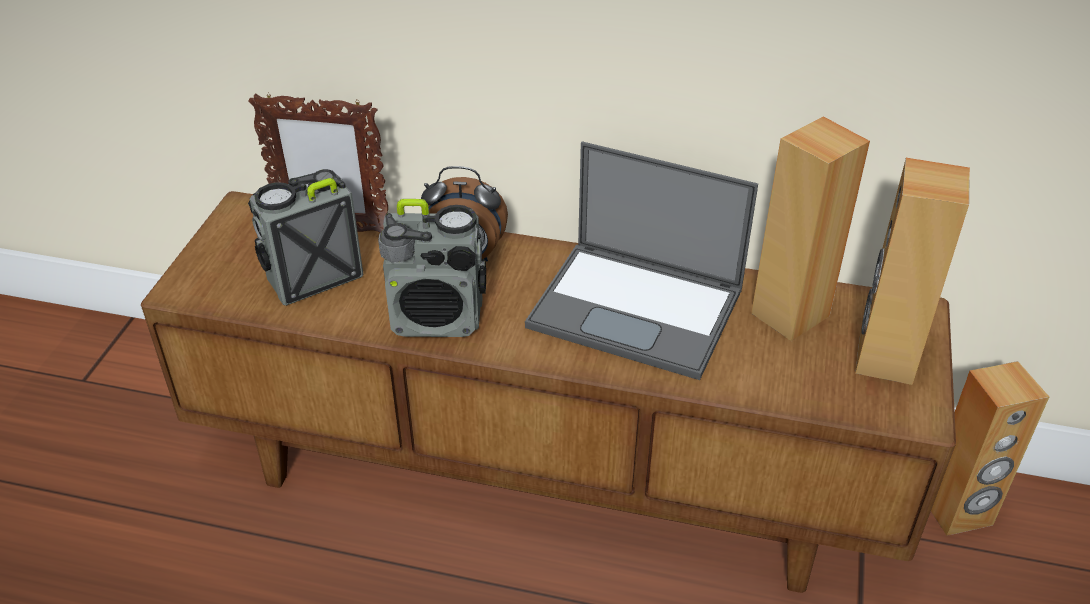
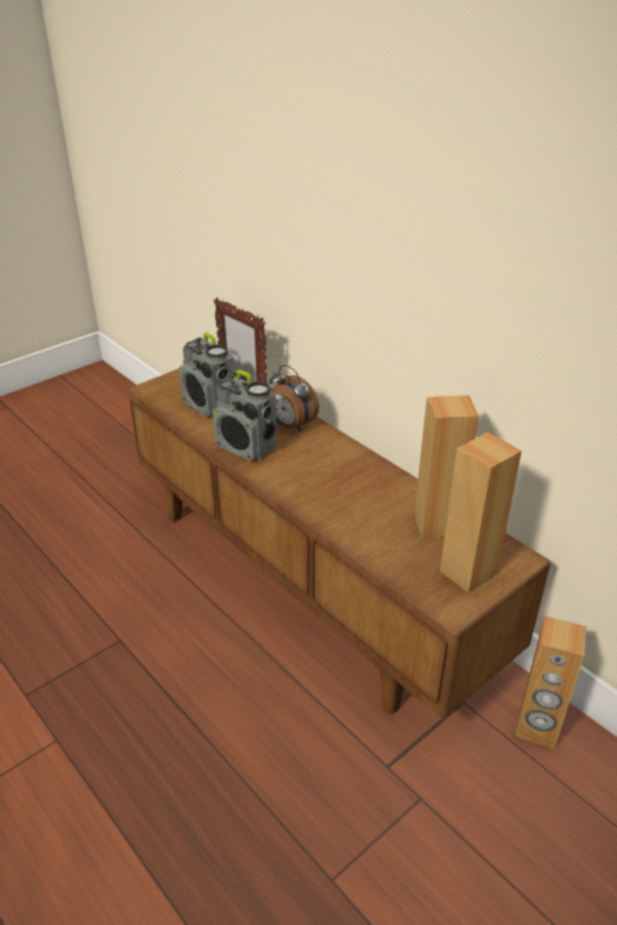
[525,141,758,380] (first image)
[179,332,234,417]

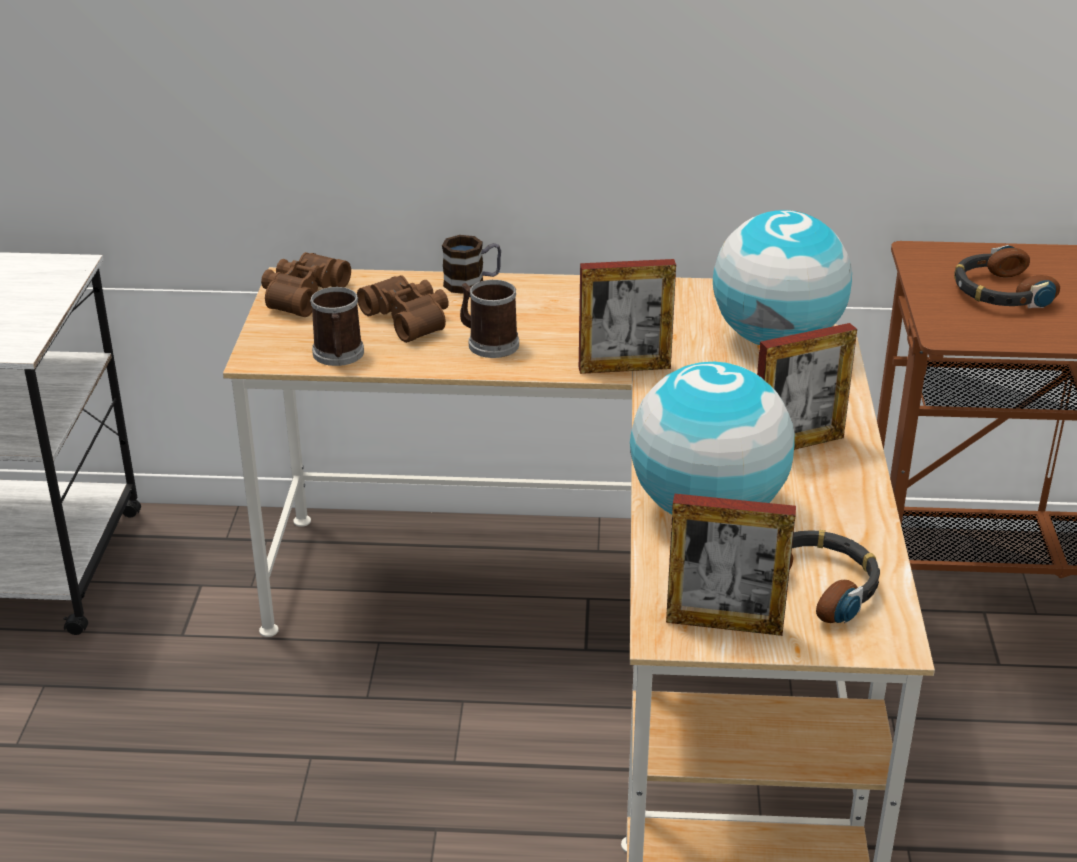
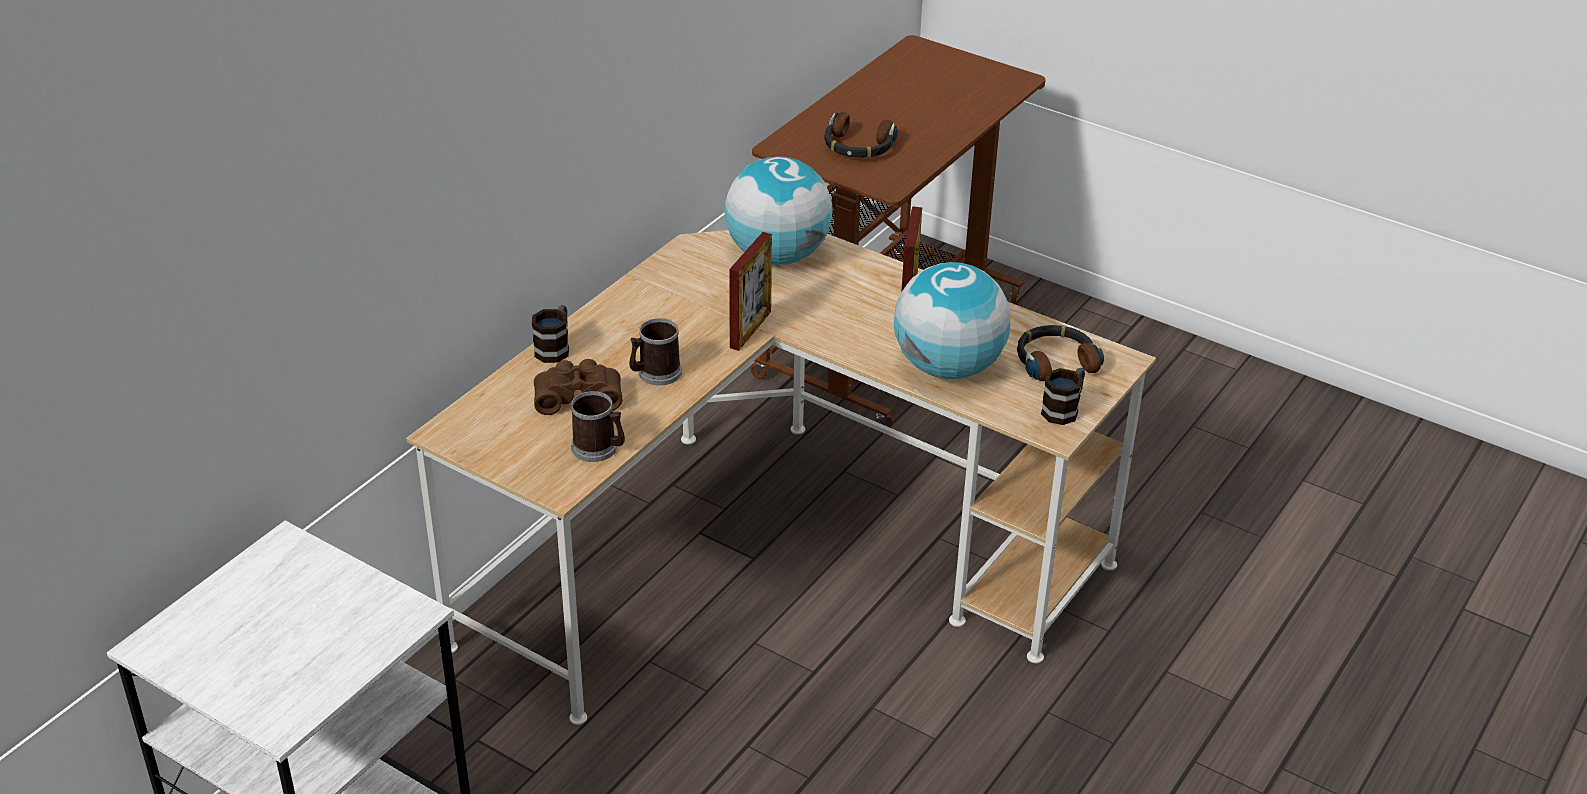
[261,252,351,317] (first image)
[1041,368,1085,425]

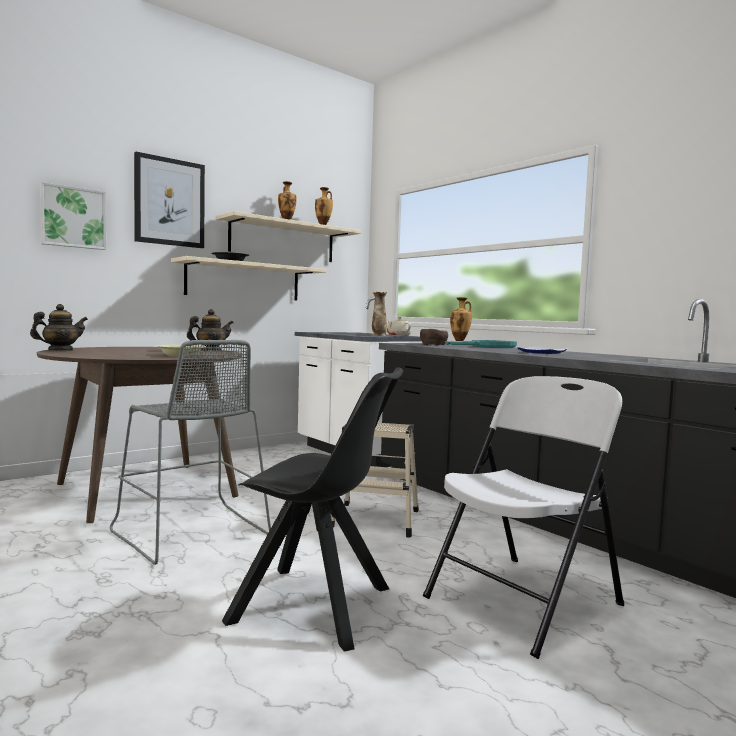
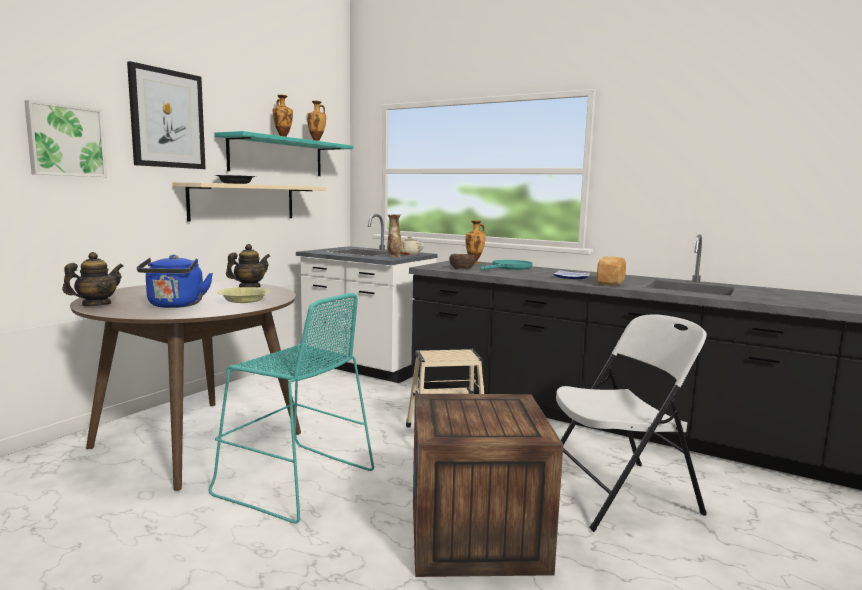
[137,255,213,308]
[597,256,626,285]
[413,394,563,577]
[209,293,374,524]
[214,131,353,176]
[556,314,707,532]

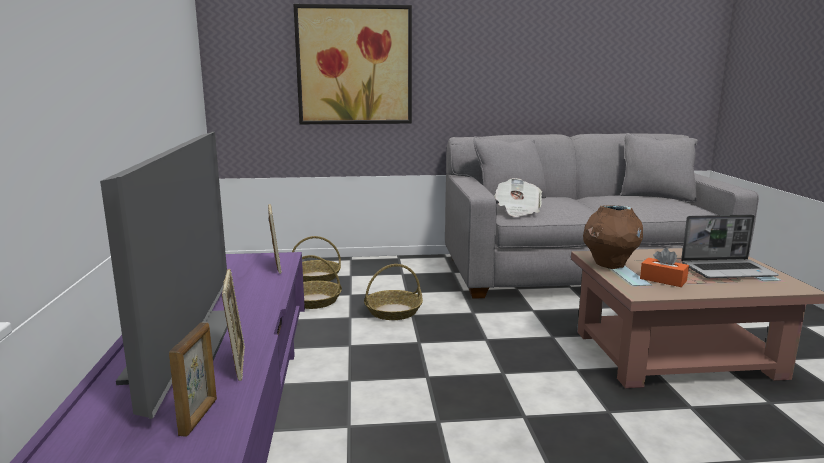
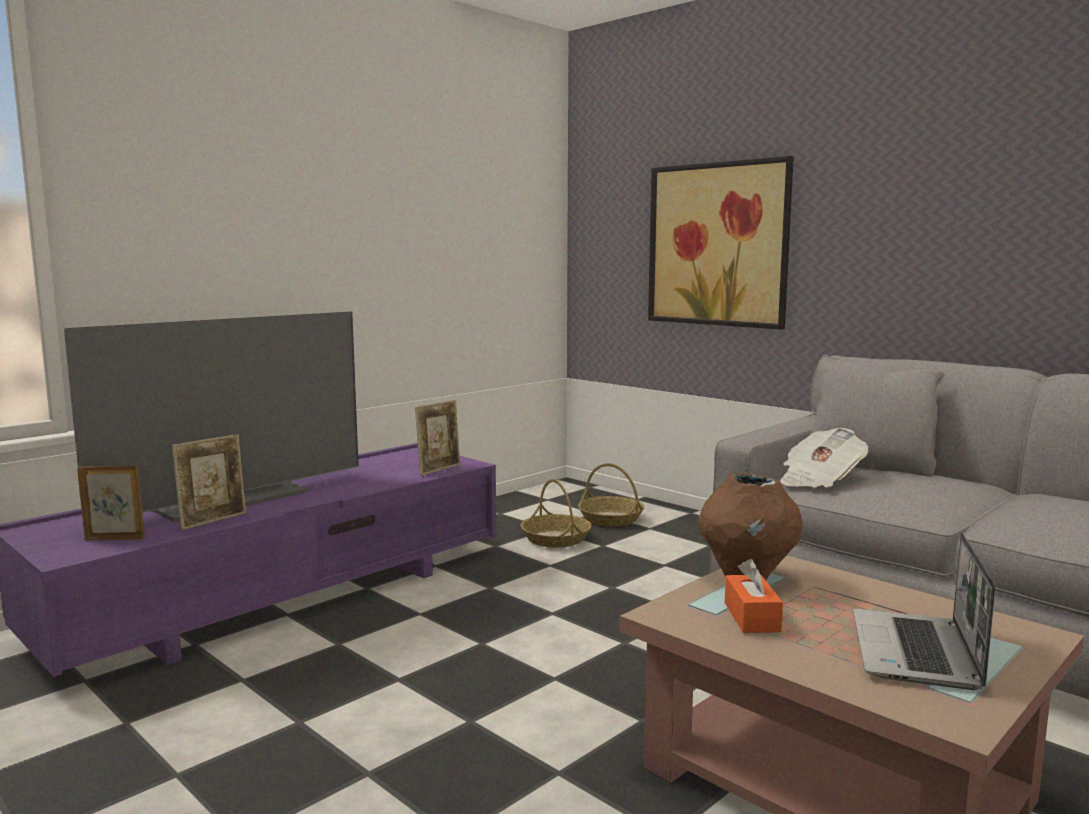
[364,264,423,320] (first image)
[77,466,145,541]
[853,533,995,690]

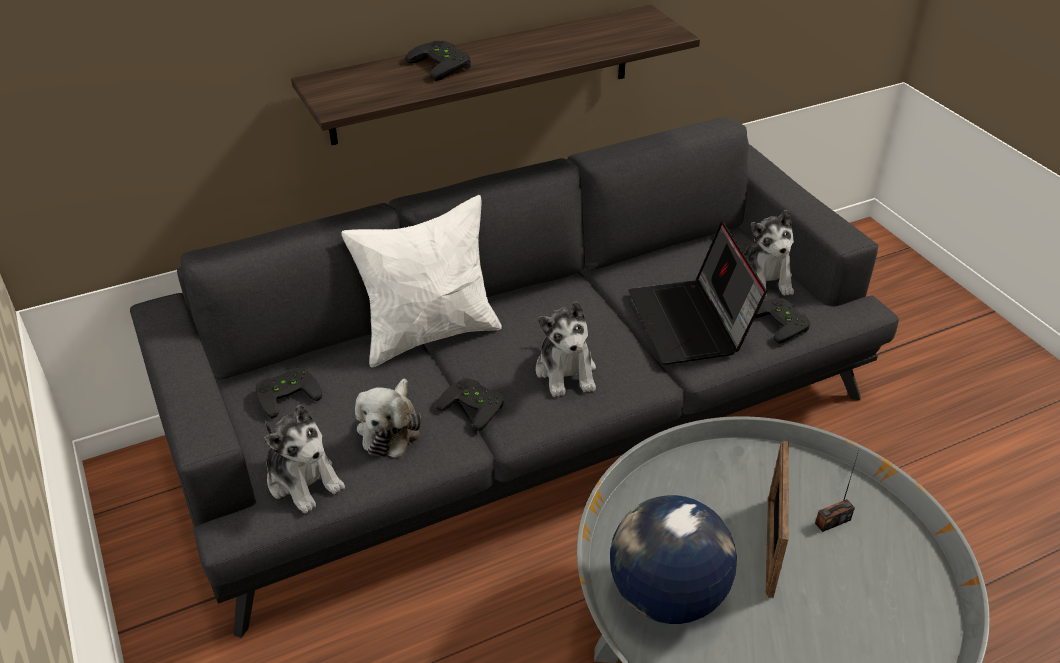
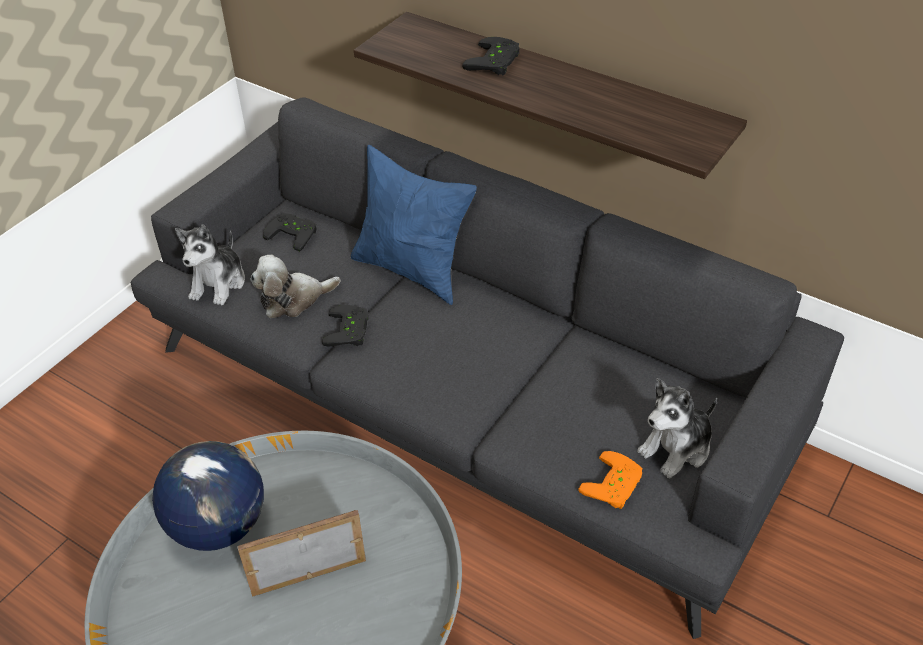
[536,301,596,397] (first image)
[628,221,767,364] (first image)
[815,451,859,532] (first image)
[351,144,477,305]
[578,451,642,509]

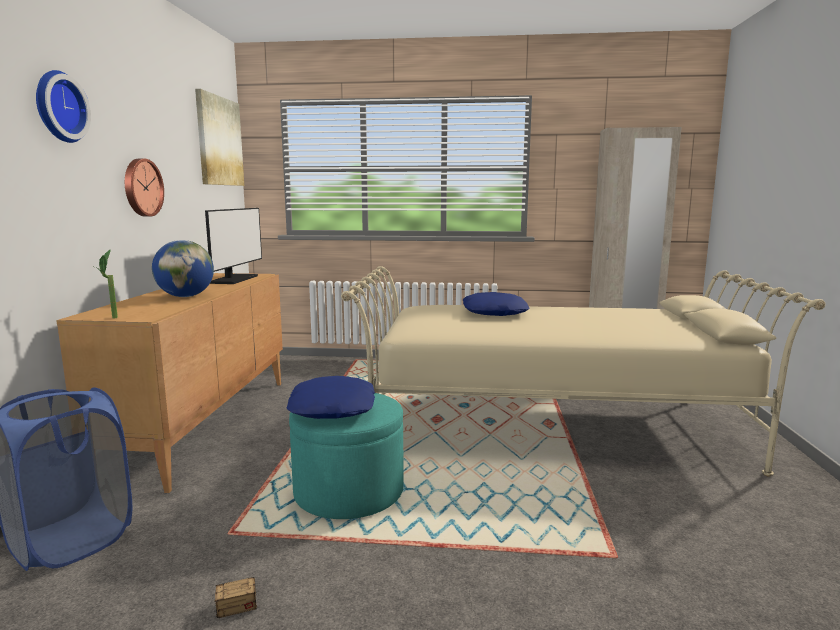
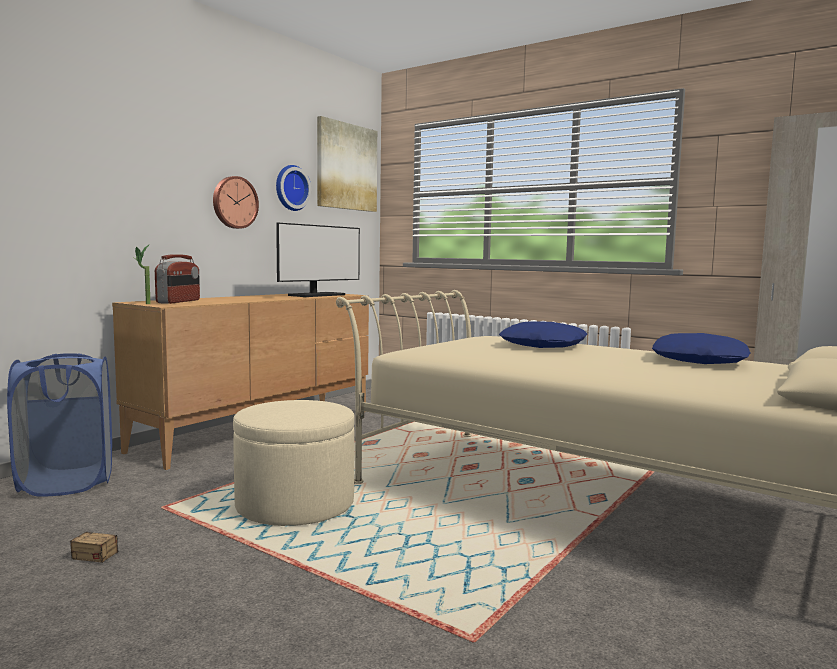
[152,240,214,297] (first image)
[155,254,200,304]
[276,165,311,211]
[652,333,751,364]
[233,400,355,526]

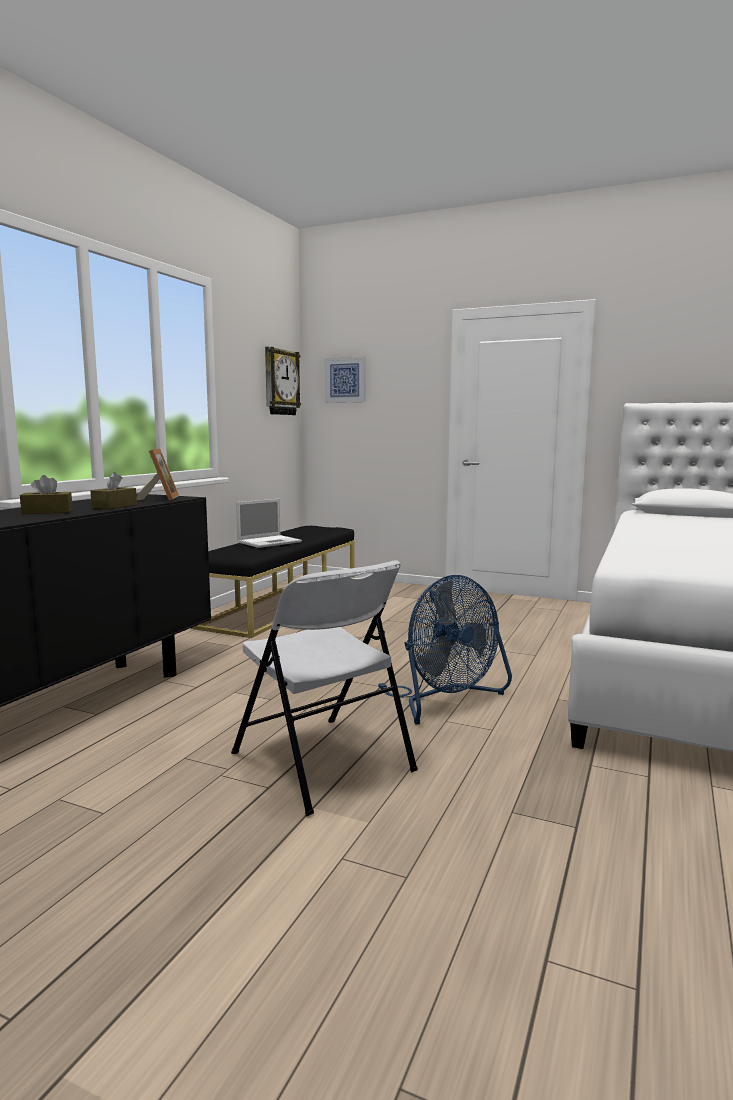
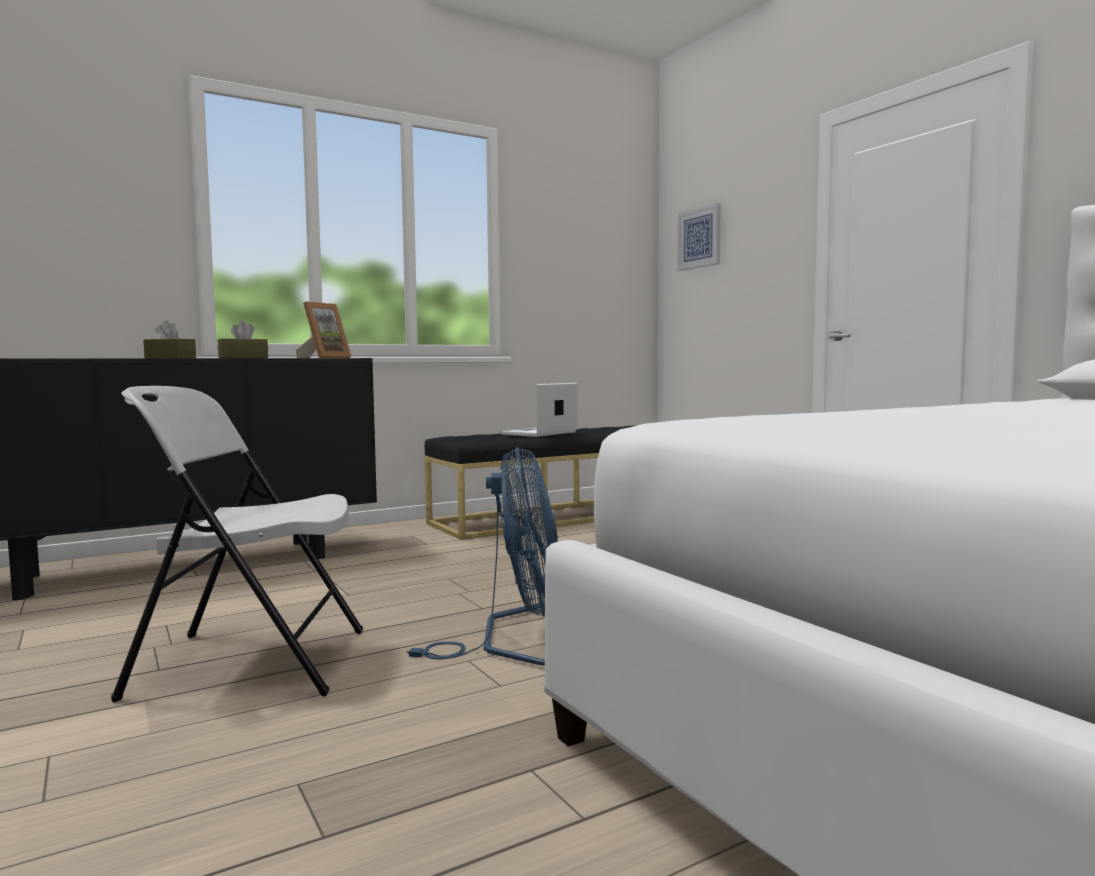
[265,347,301,415] (first image)
[111,386,363,702]
[500,383,578,437]
[406,447,558,666]

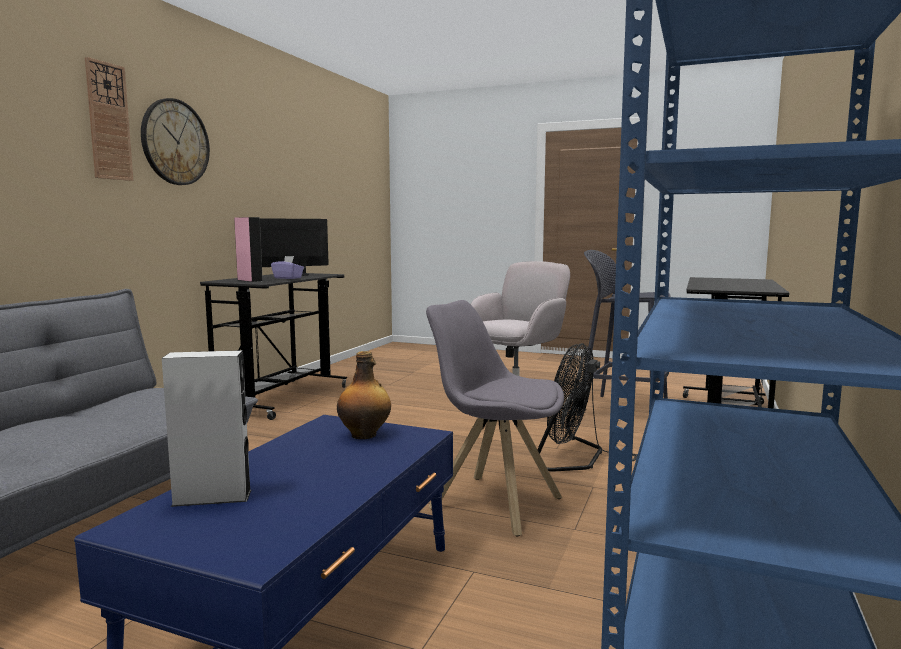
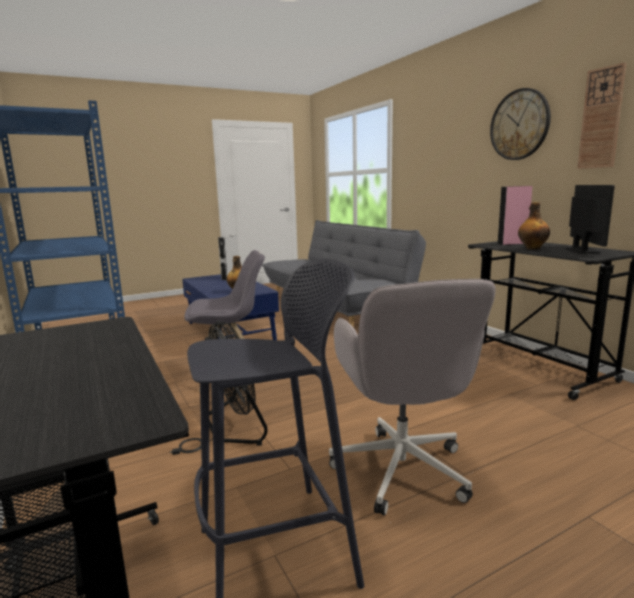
[577,62,627,169]
[518,202,550,250]

